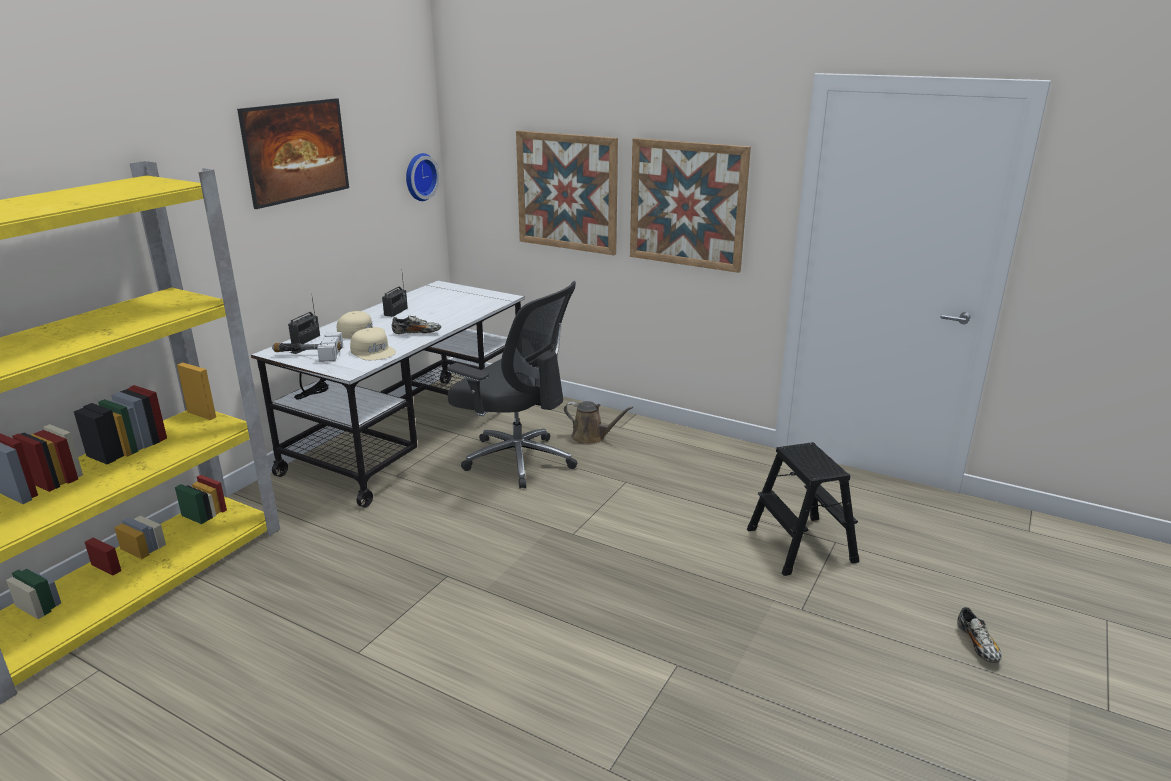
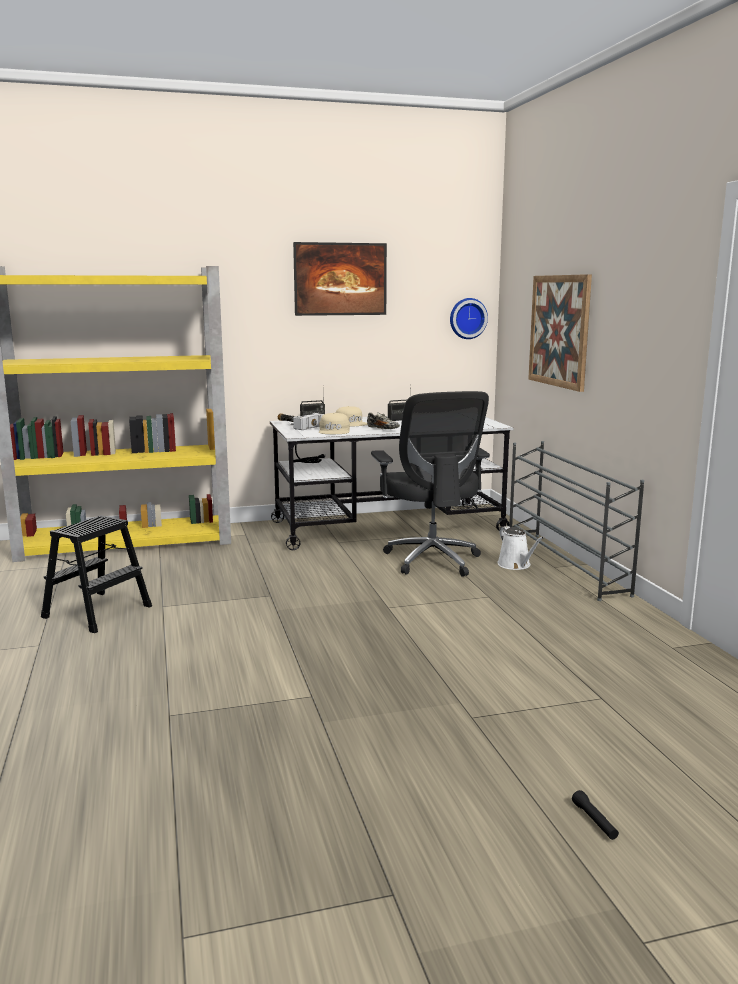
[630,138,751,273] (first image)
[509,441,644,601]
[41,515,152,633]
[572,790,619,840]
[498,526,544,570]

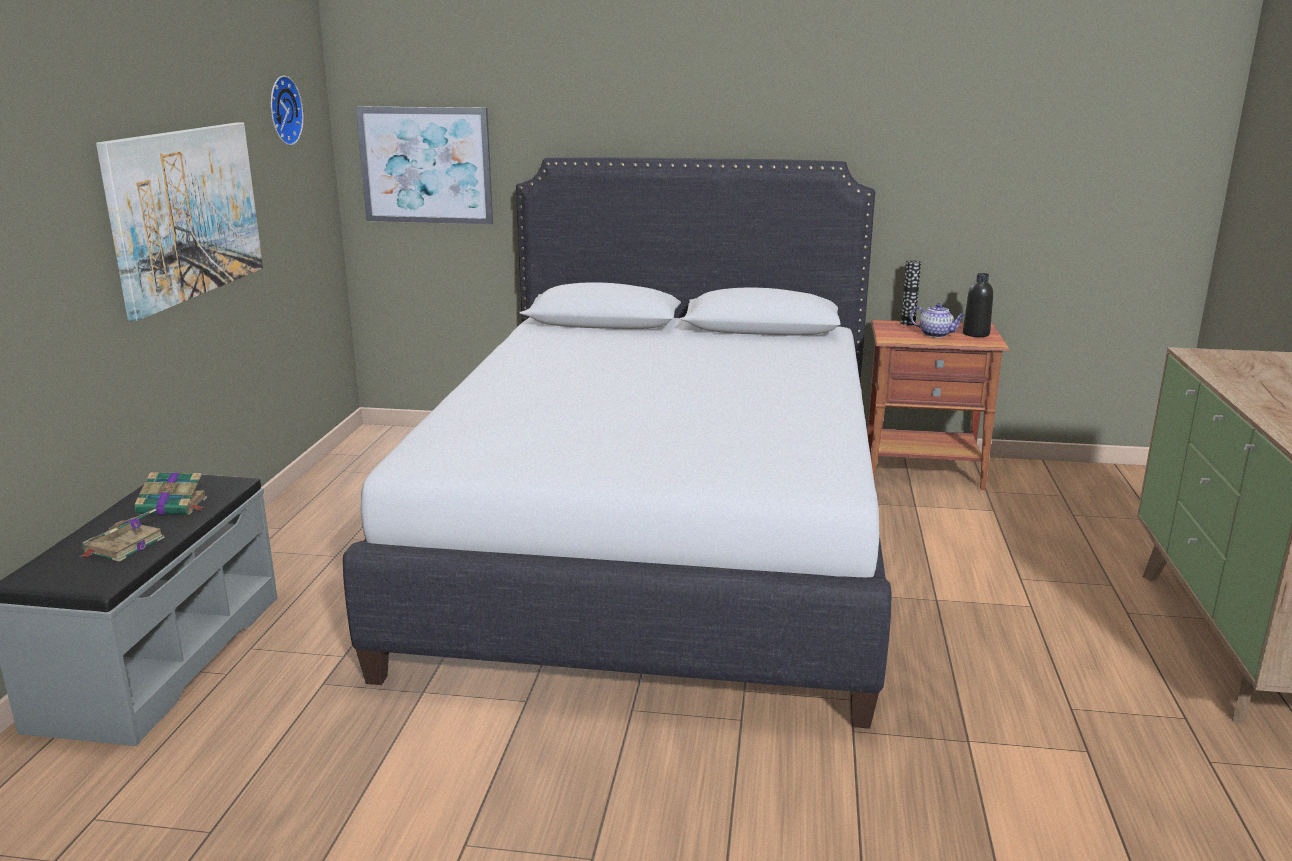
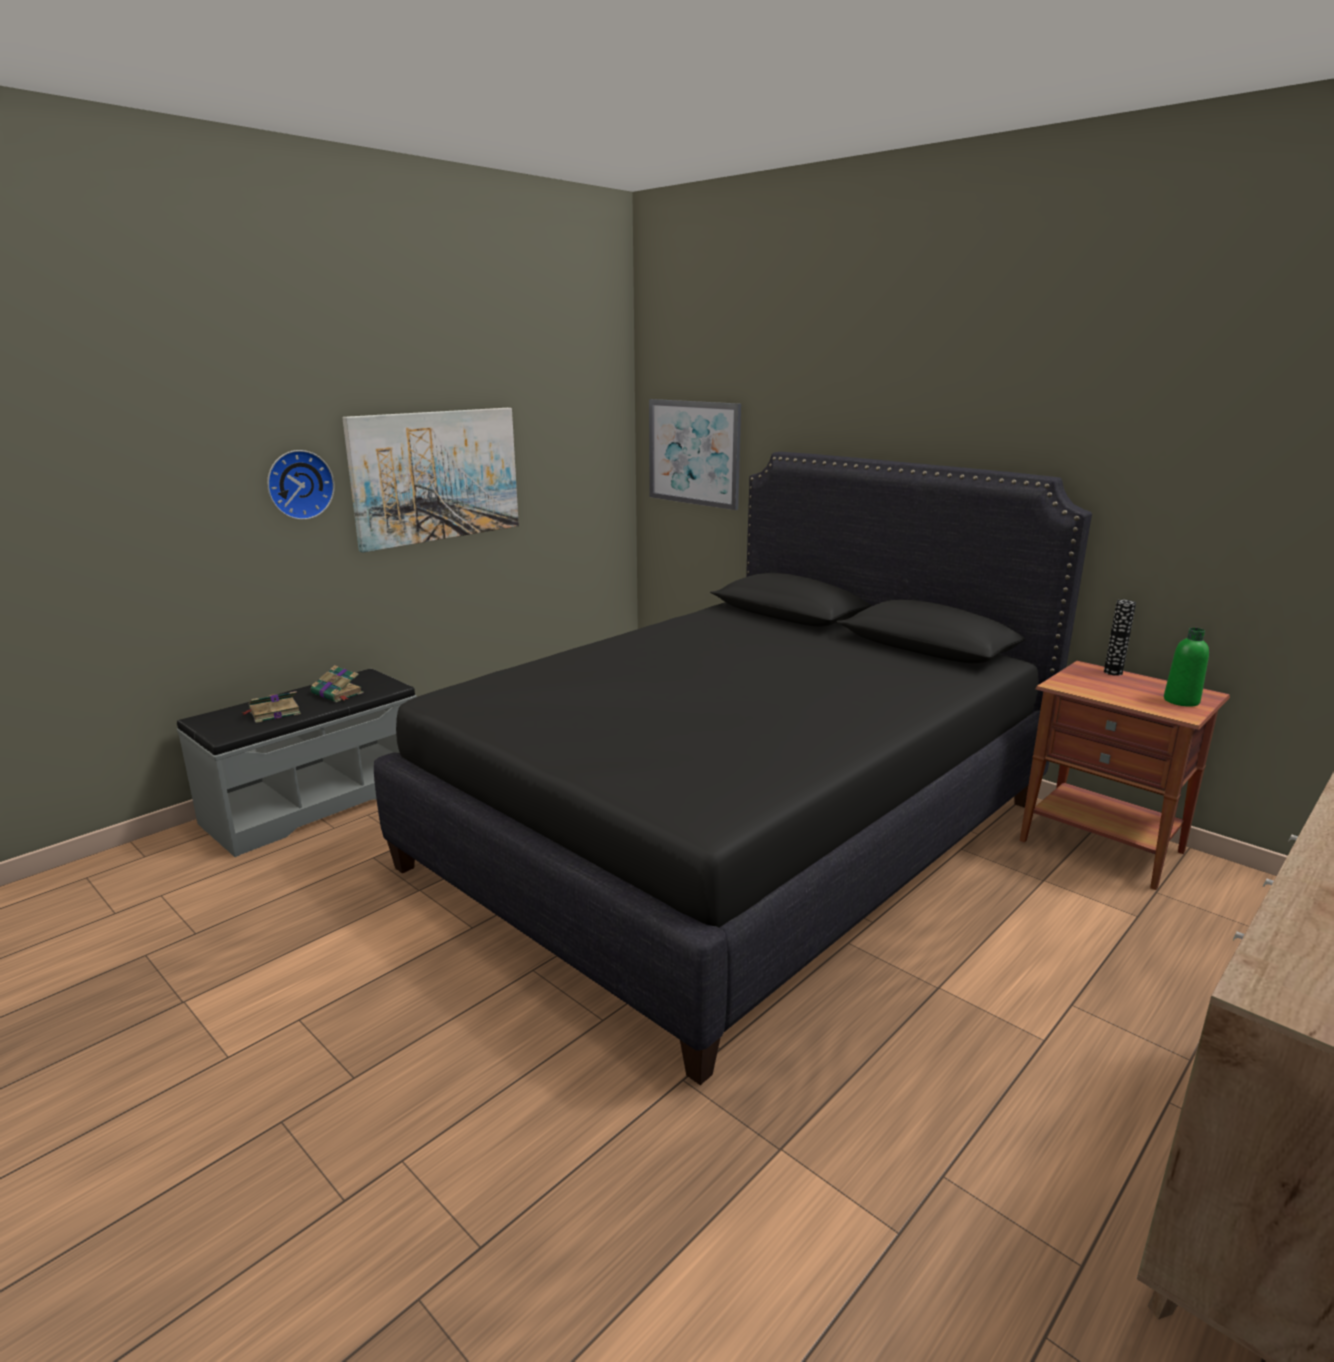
[910,303,965,338] (first image)
[267,450,335,520]
[374,452,1092,1085]
[1164,628,1209,707]

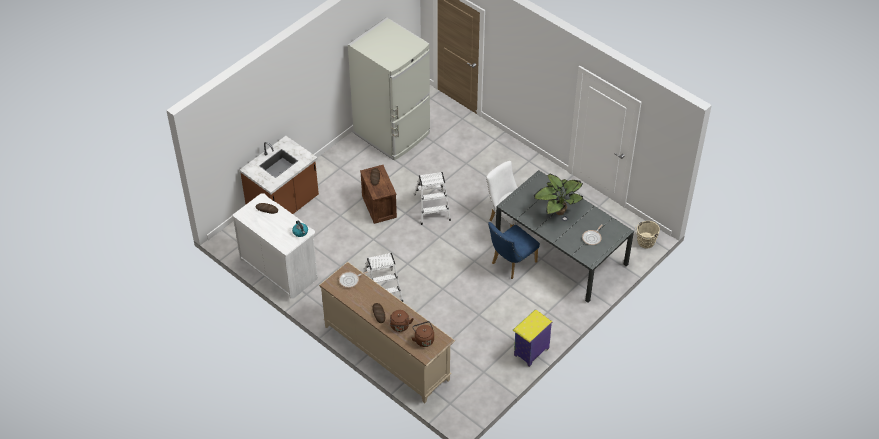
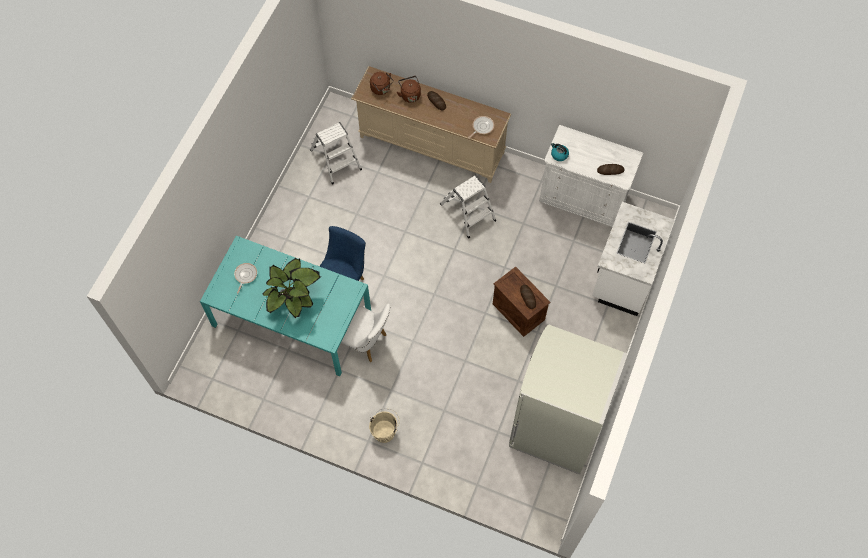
[513,309,552,367] (first image)
[310,122,362,185]
[369,408,399,443]
[592,202,674,316]
[200,236,371,376]

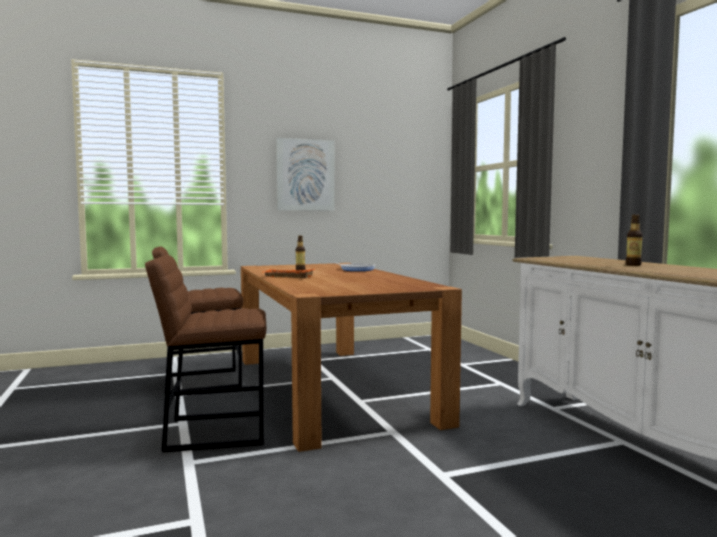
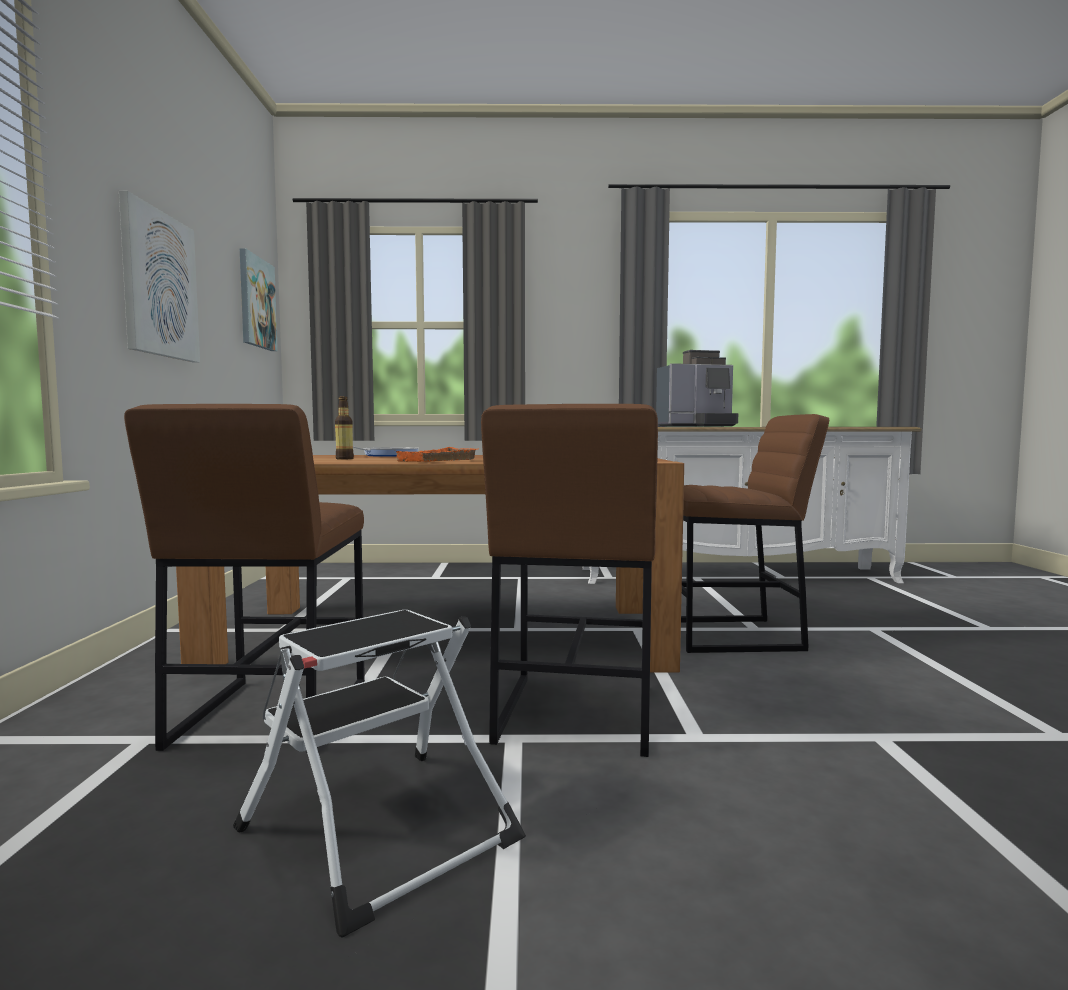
[233,610,526,938]
[240,248,278,351]
[681,414,829,653]
[656,350,738,427]

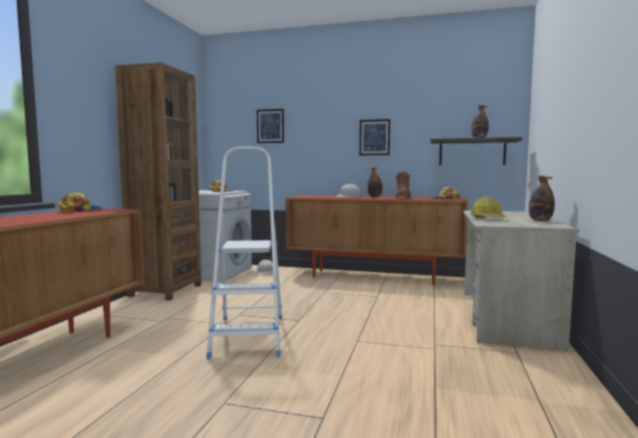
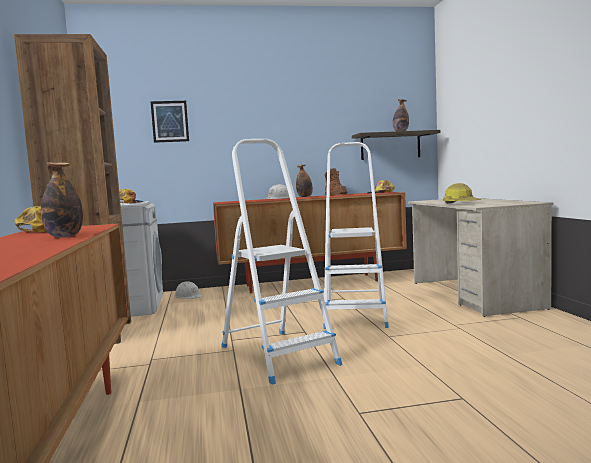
[359,119,390,155] (first image)
[323,142,389,329]
[41,162,83,237]

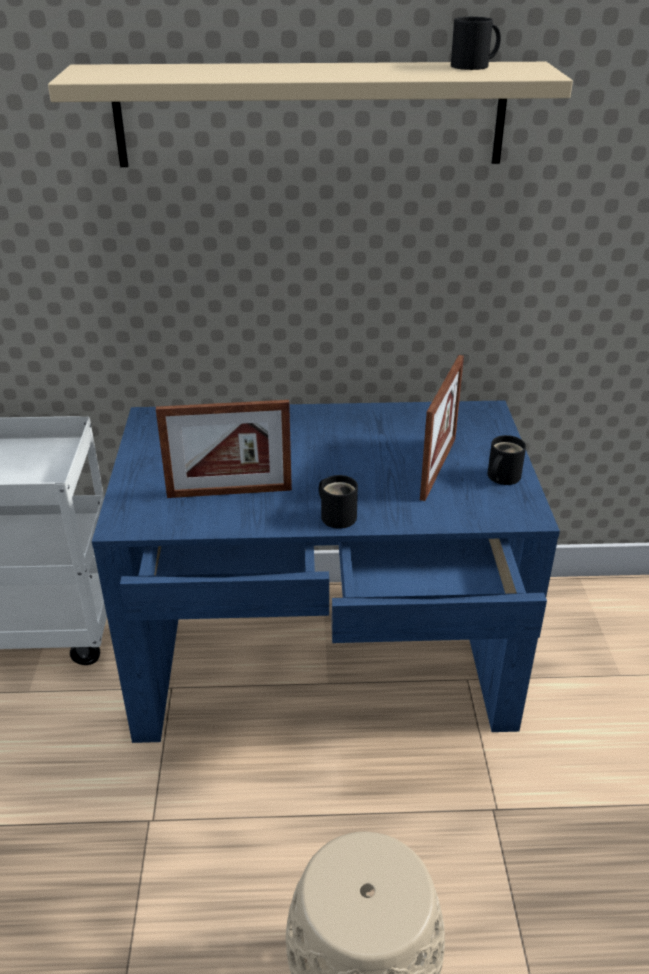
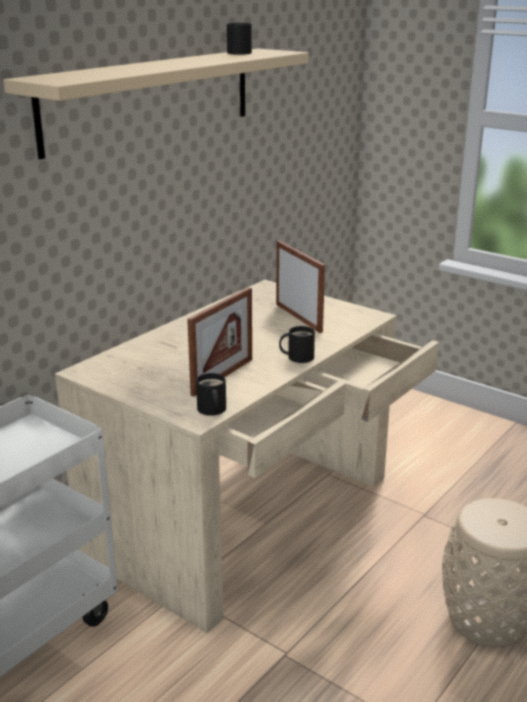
[196,373,226,416]
[55,280,439,633]

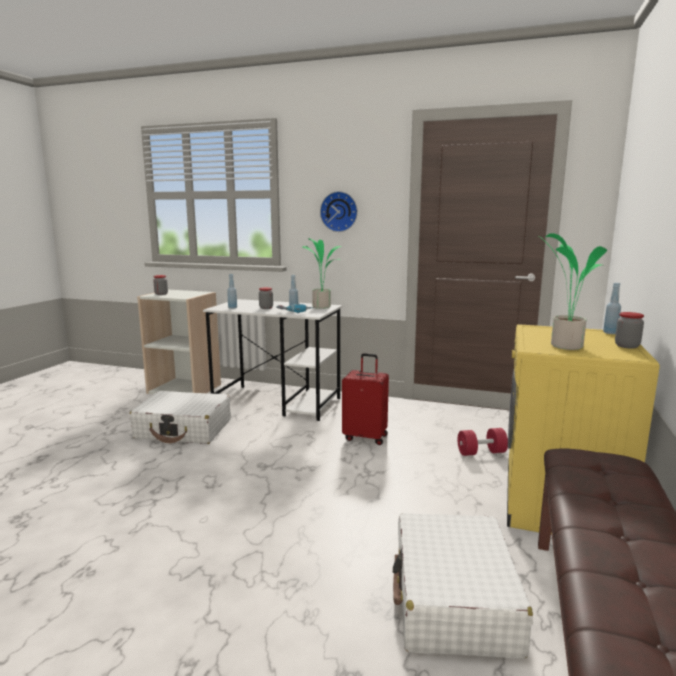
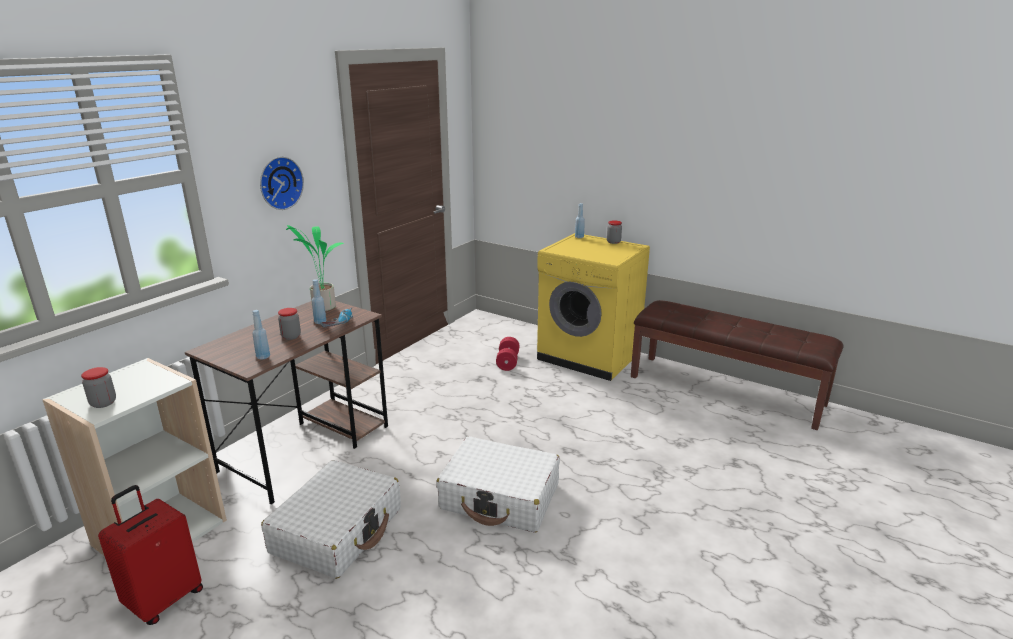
[540,233,607,350] (first image)
[98,485,203,625]
[436,436,560,533]
[185,301,388,505]

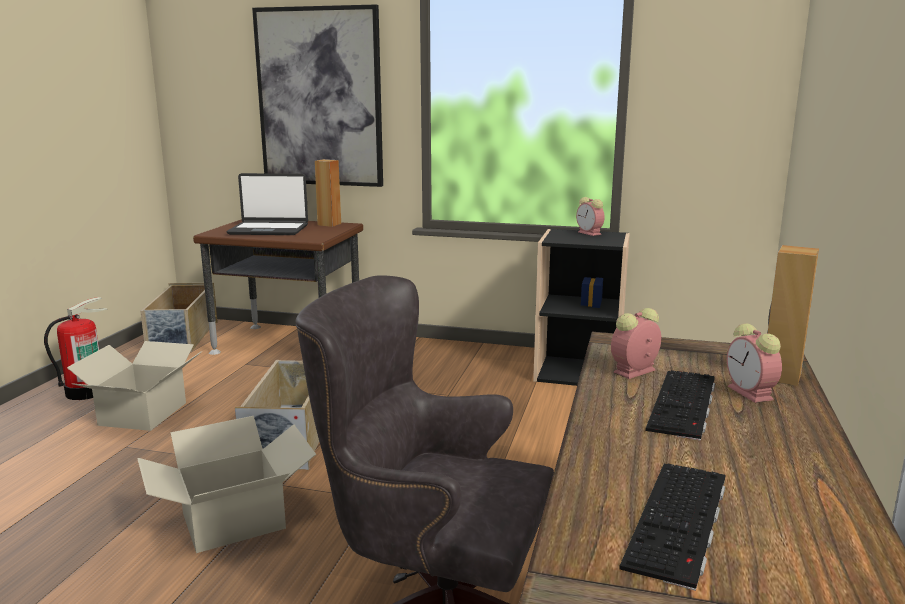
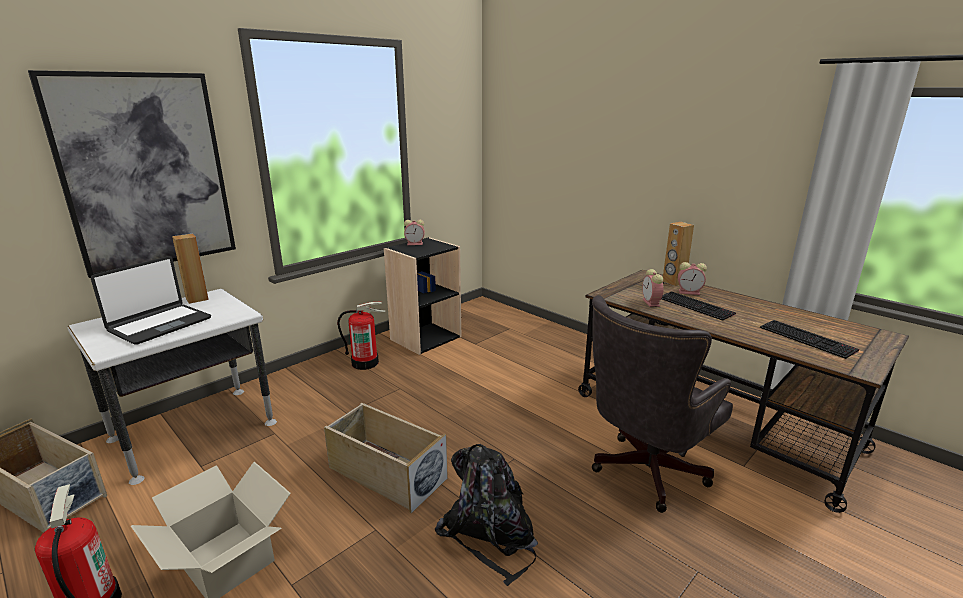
[337,302,385,370]
[435,444,538,586]
[68,289,277,485]

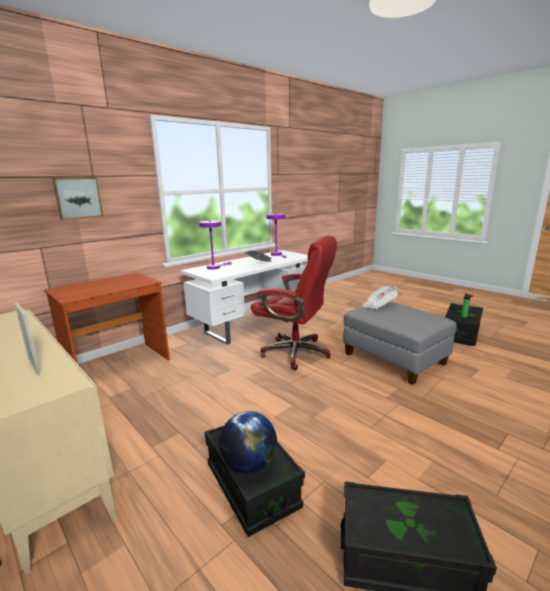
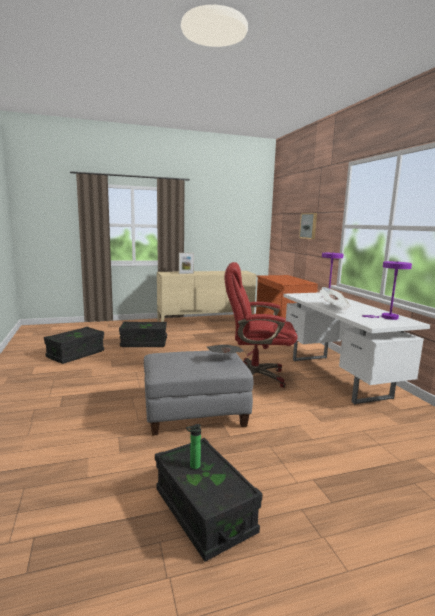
[220,411,277,473] (first image)
[225,262,298,388]

